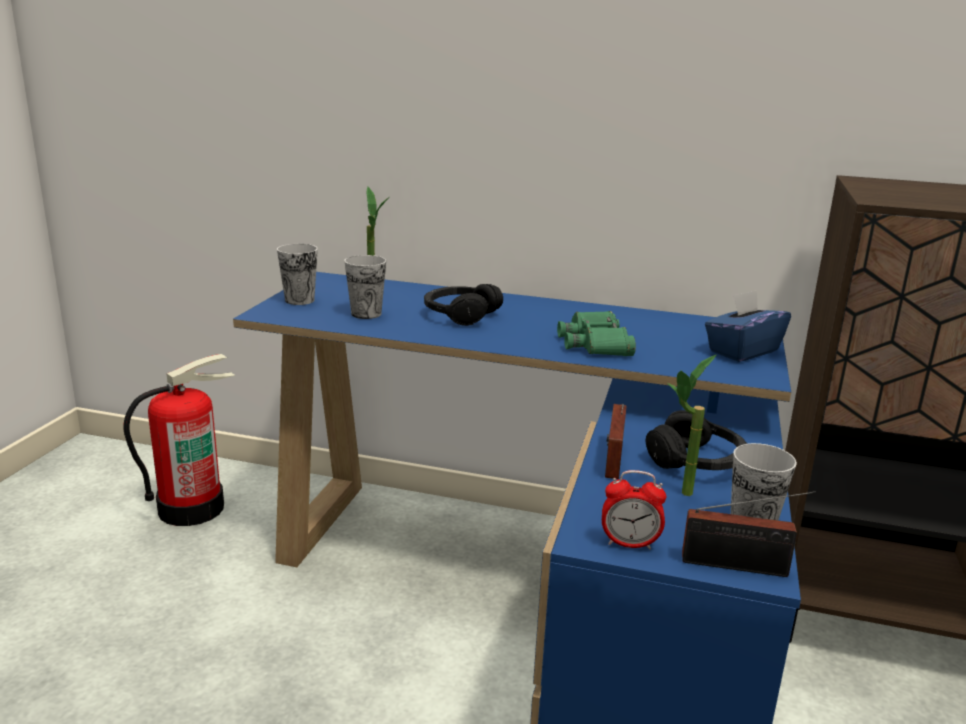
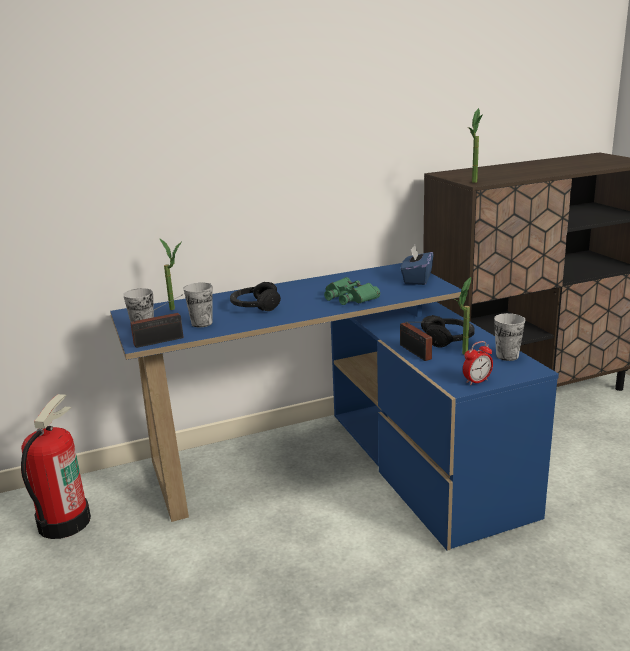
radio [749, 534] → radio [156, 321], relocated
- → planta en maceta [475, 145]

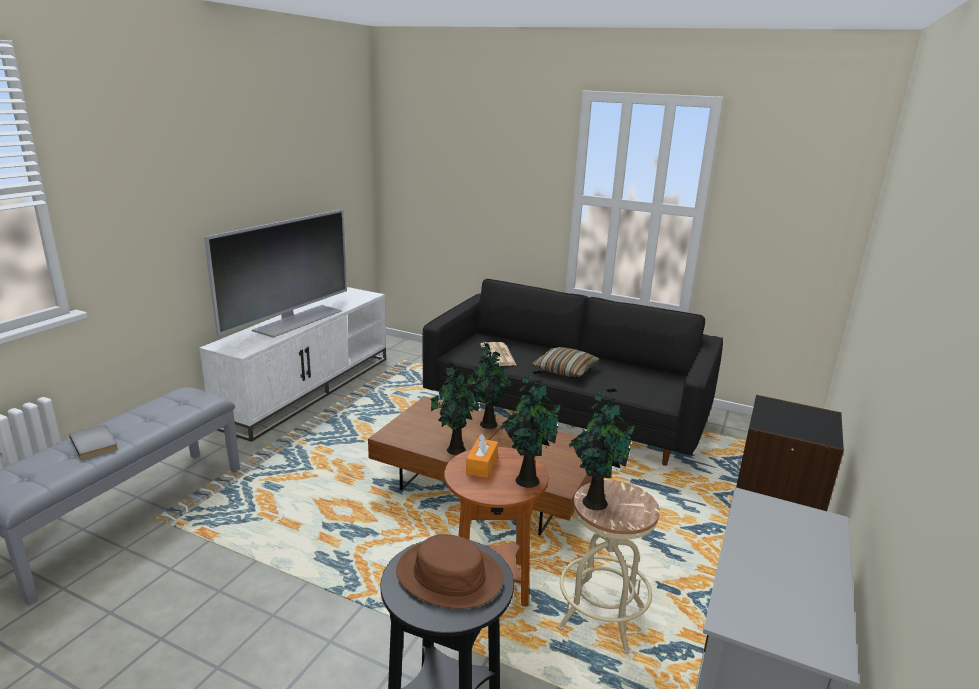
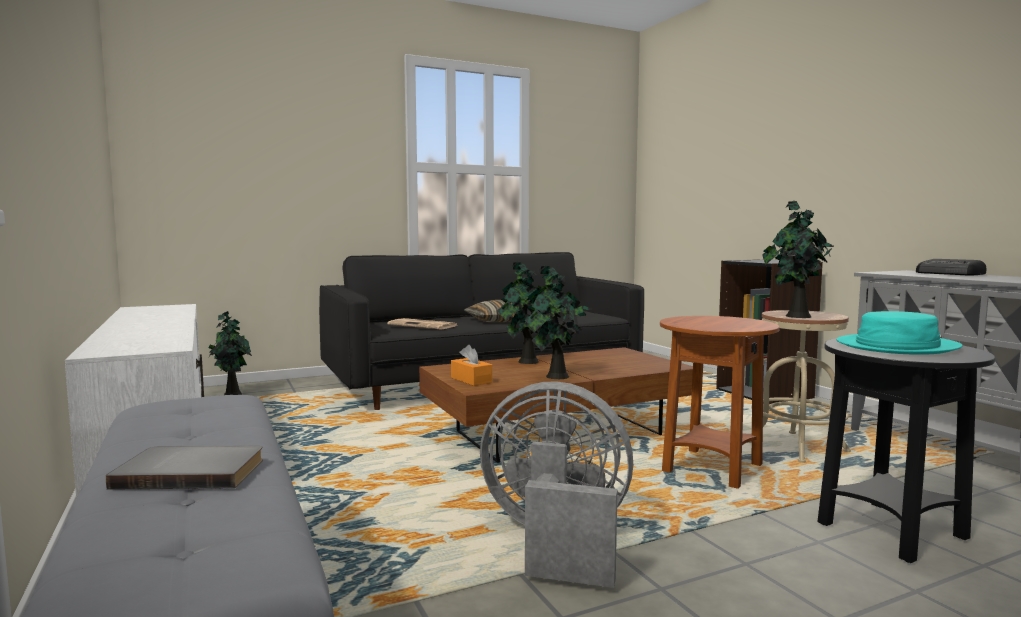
televisor [275, 273] → -
sombrero (marrón) [450, 571] → sombrero (turquesa) [900, 333]
caja de pañuelos (naranja) [482, 456] → caja de pañuelos (naranja) [471, 365], relocated
planta en maceta [530, 429] → planta en maceta [230, 353], relocated
- → ventilador (gris) [556, 484]
- → radio [951, 267]

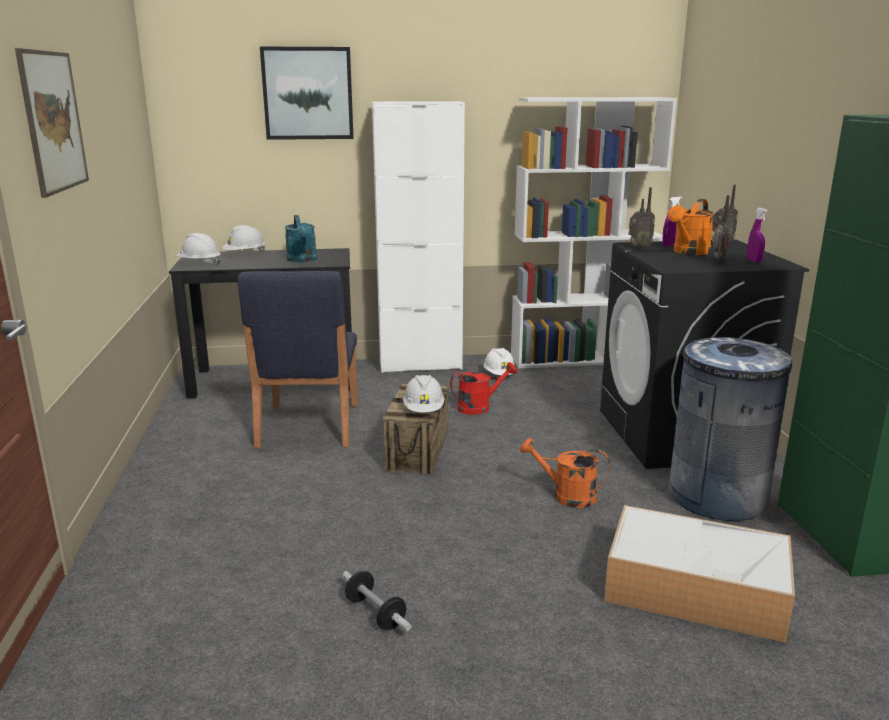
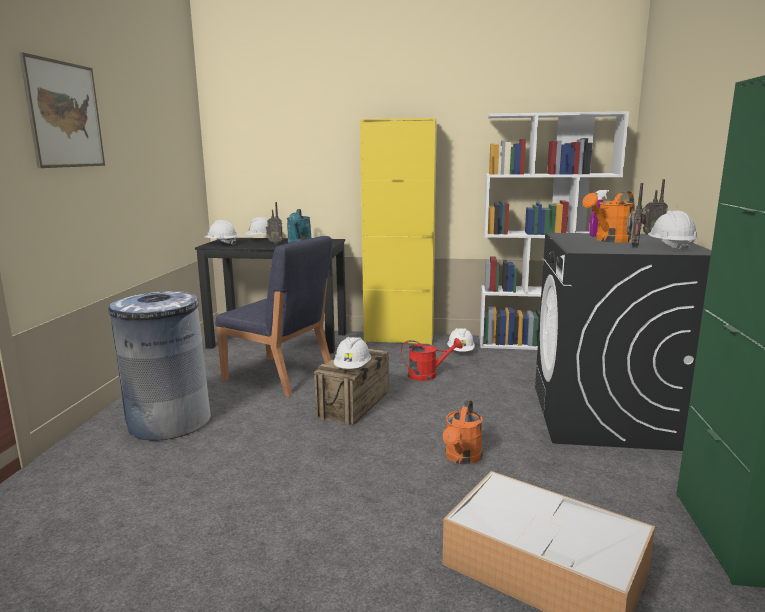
silla (azul) [297, 359] → silla (azul) [273, 316], 75 degrees counterclockwise
cuadro [307, 93] → -
mancuerna [377, 601] → -
armario (blanco) [418, 237] → armario (amarillo) [398, 231]
regadera (naranja) [565, 473] → regadera (naranja) [463, 432], 105 degrees counterclockwise
radio [641, 218] → radio [274, 222], relocated
papelera (gris) [730, 429] → papelera (gris) [159, 366], relocated
pulverizador (morado) [757, 235] → casco (blanco) [673, 231]

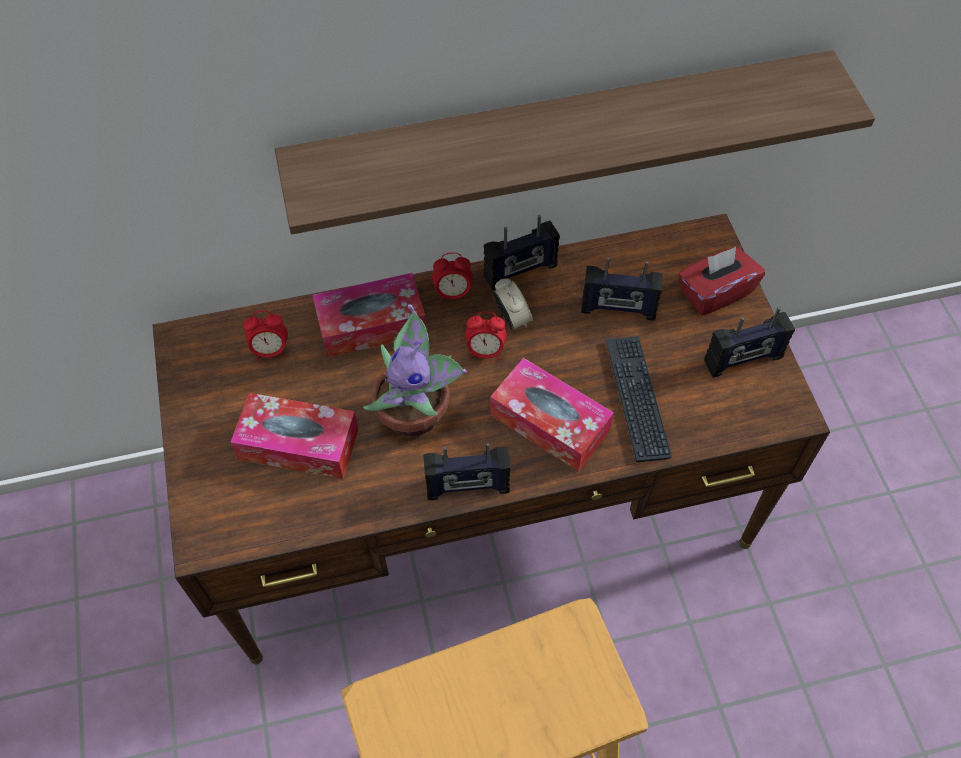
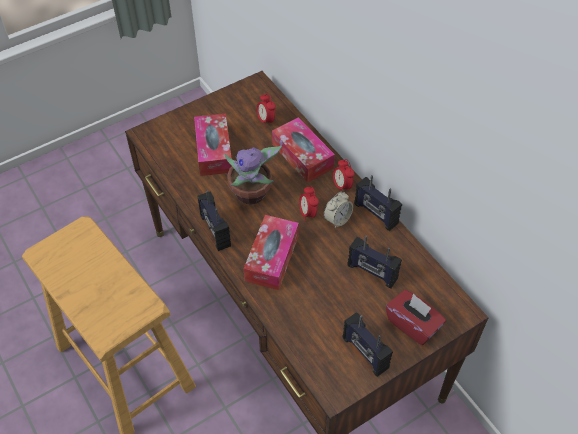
estante [575, 142] → -
radio [622, 288] → radio [374, 262], 45 degrees counterclockwise
teclado [639, 399] → -

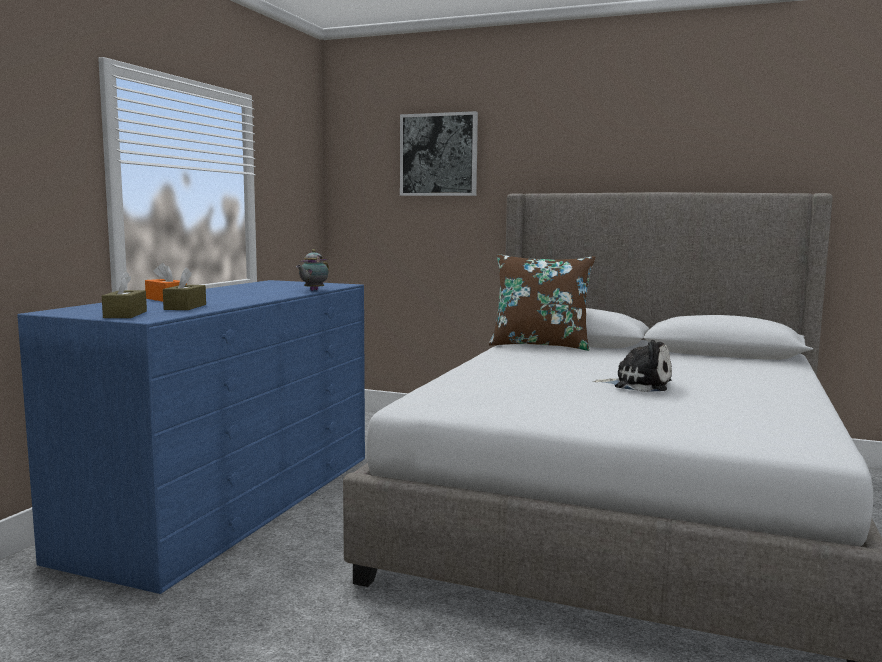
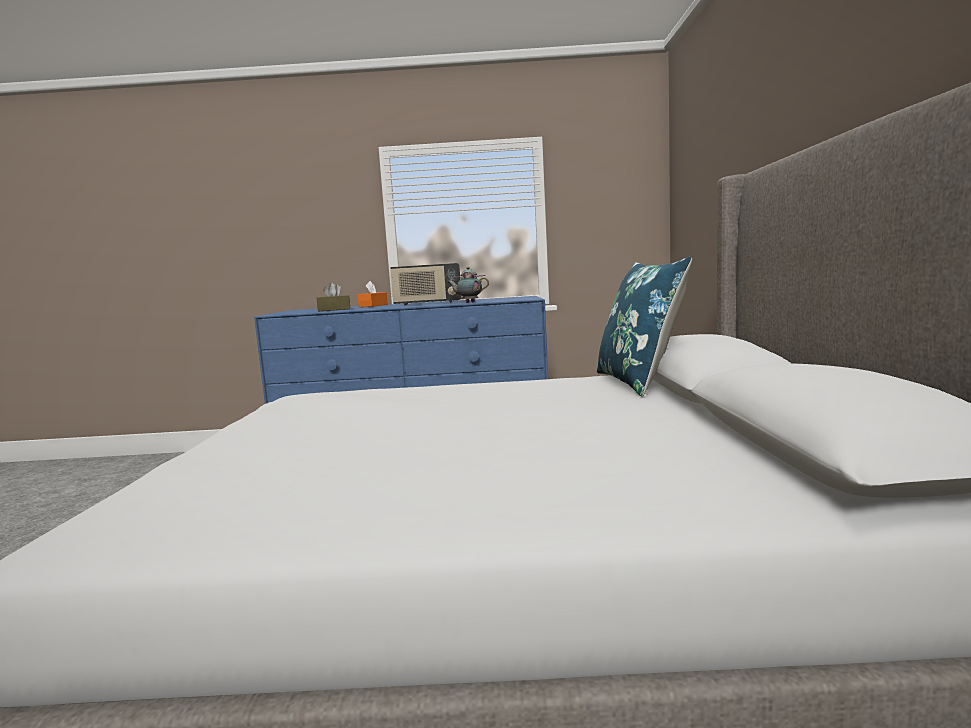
caja de pañuelos (marrón) [124, 294] → -
cuadro [439, 153] → -
cojín (marrón) [542, 302] → cojín (azul) [644, 327]
peluche [632, 366] → -
- → radio [426, 284]

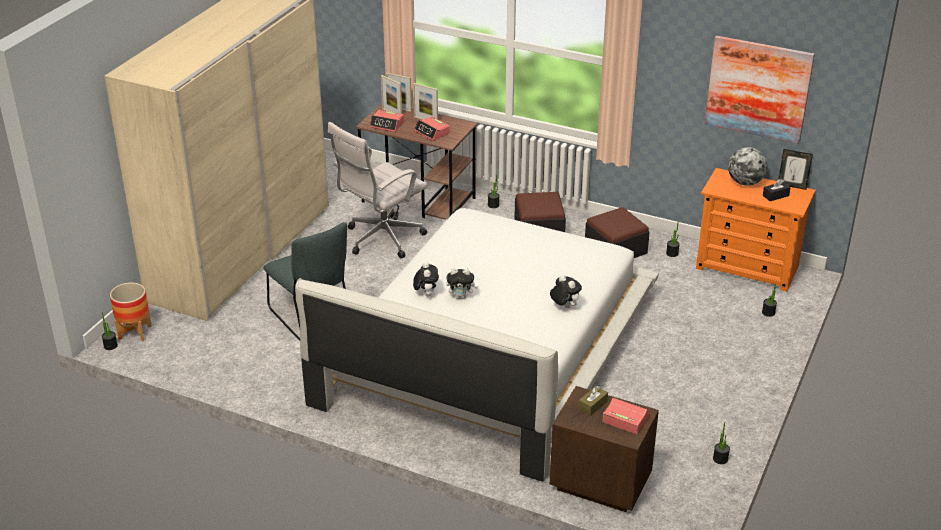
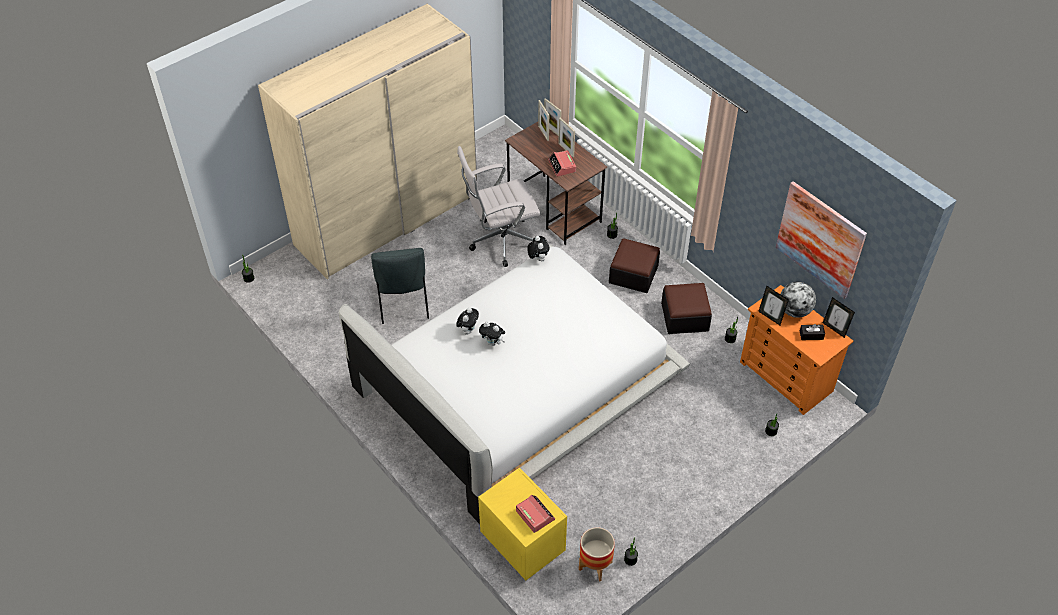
maceta [131, 312] → maceta [597, 554], relocated
despertador [386, 121] → -
peluche [566, 291] → peluche [538, 248], relocated
mesita de noche (marrón) [604, 449] → mesita de noche (amarillo) [522, 524]
caja de pañuelos (marrón) [593, 401] → -
- → portarretratos [773, 305]

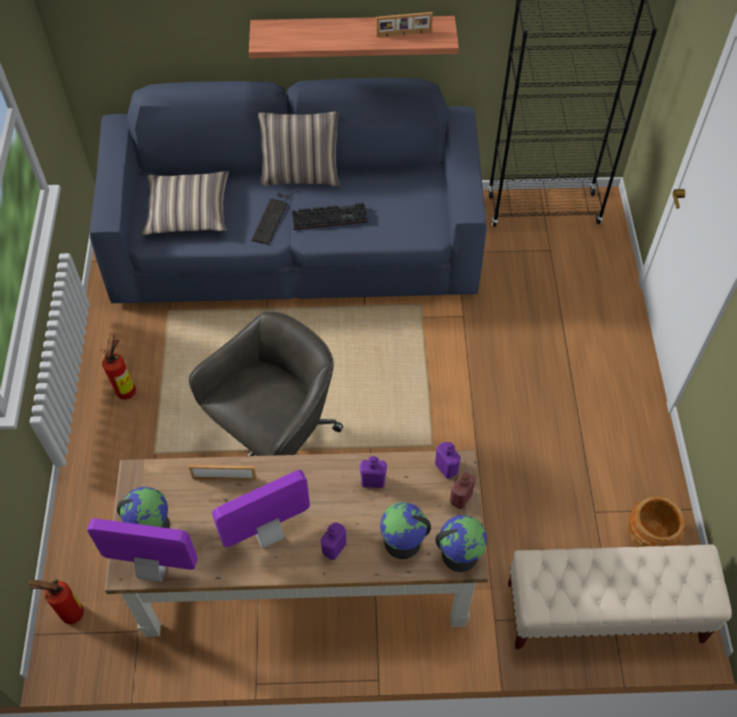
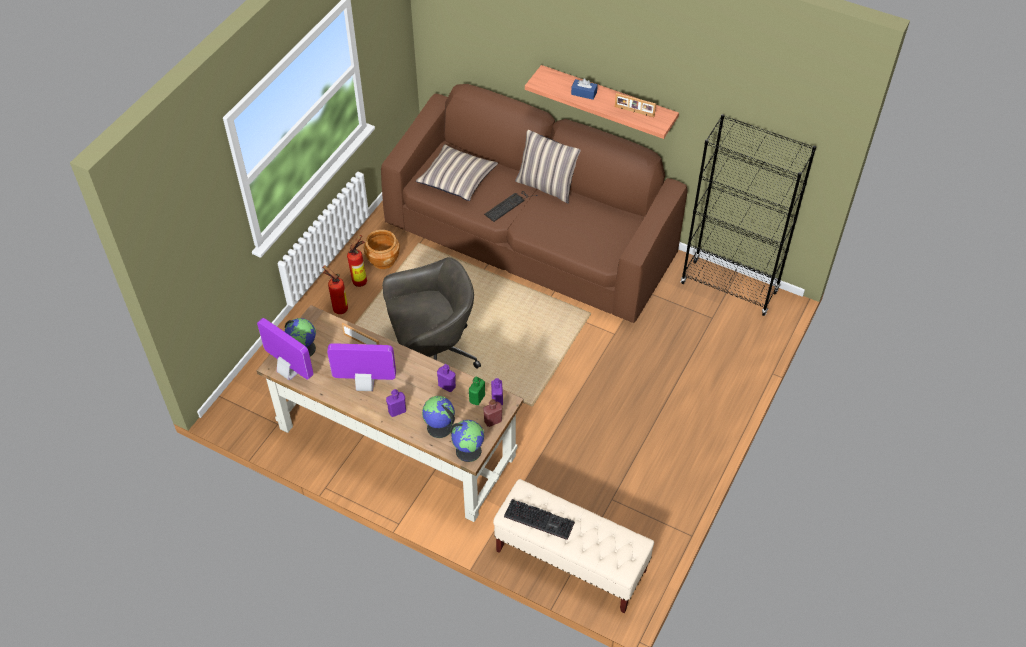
extintor [56, 601] → extintor [335, 289], relocated
sofá (azul) [288, 190] → sofá (marrón) [534, 203]
teclado [329, 216] → teclado [539, 519], relocated
maceta (marrón) [657, 521] → maceta (marrón) [381, 249], relocated
- → botella (verde) [477, 390]
- → caja de pañuelos (azul) [584, 89]

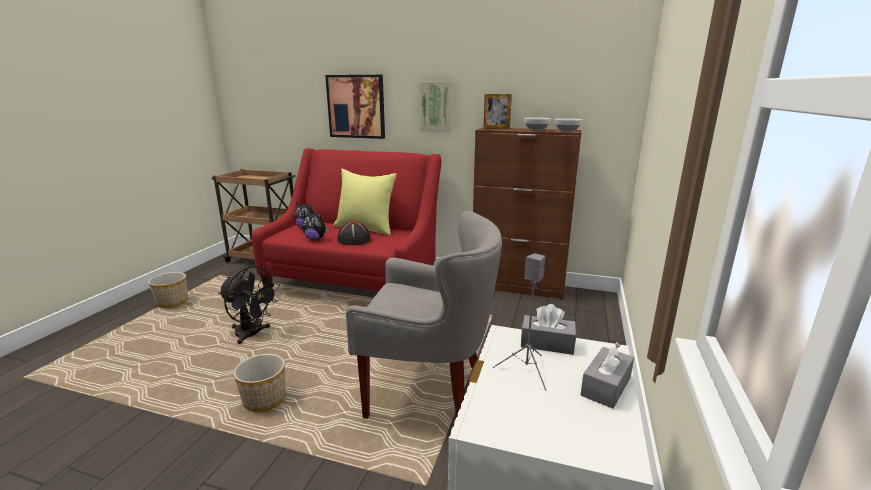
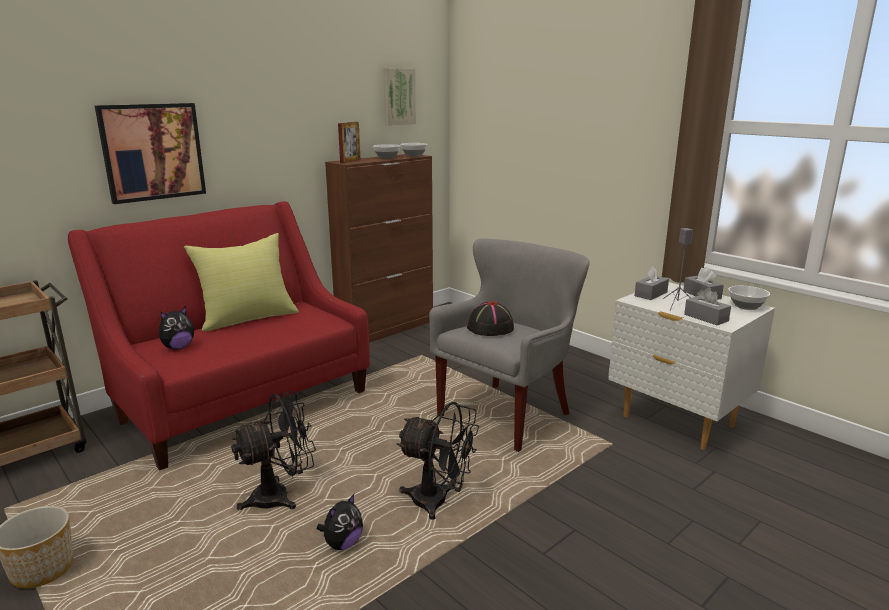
maceta [260, 383] → ventilador (negro) [438, 461]
peluche [315, 226] → peluche [340, 522], relocated
sombrero (negro) [354, 233] → sombrero (negro) [490, 318], relocated
cuadro [436, 107] → cuadro [399, 97], relocated
- → caja de pañuelos (gris) [707, 306]
- → cuenco [749, 298]

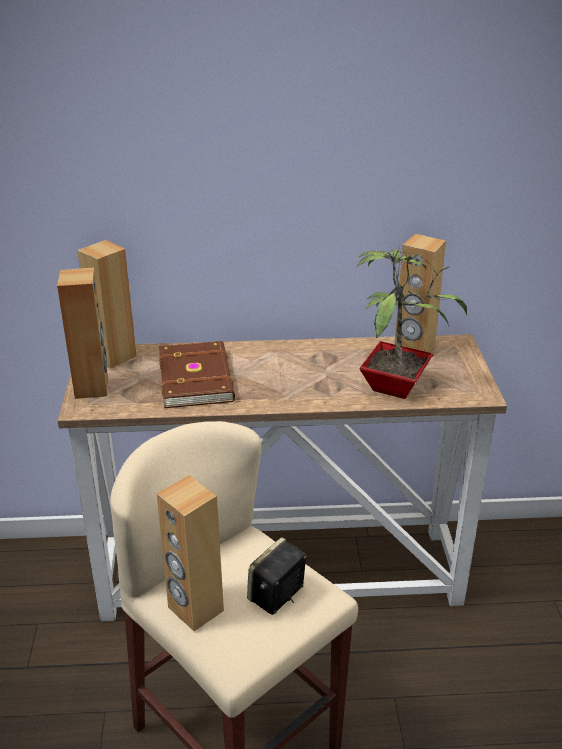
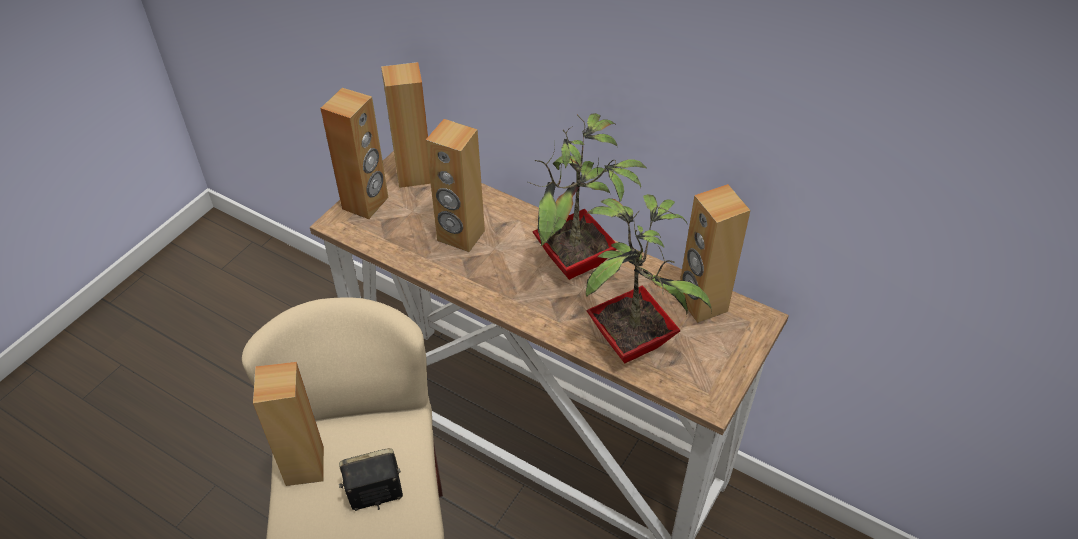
libro (marrón) [197, 374] → altavoz (marrón) [455, 185]
- → planta en maceta [587, 196]

